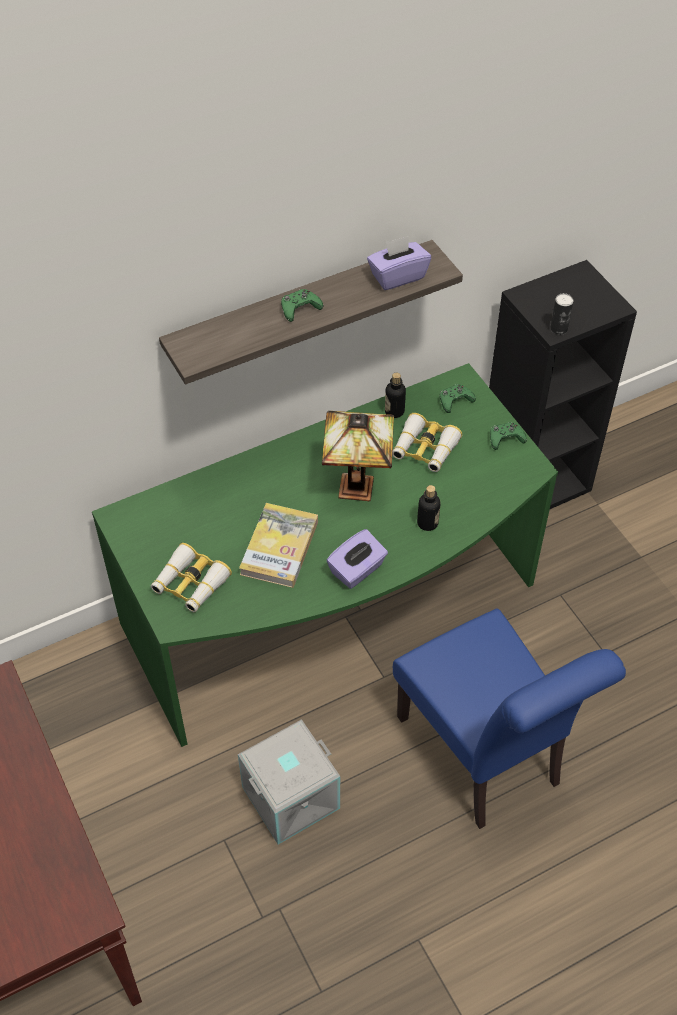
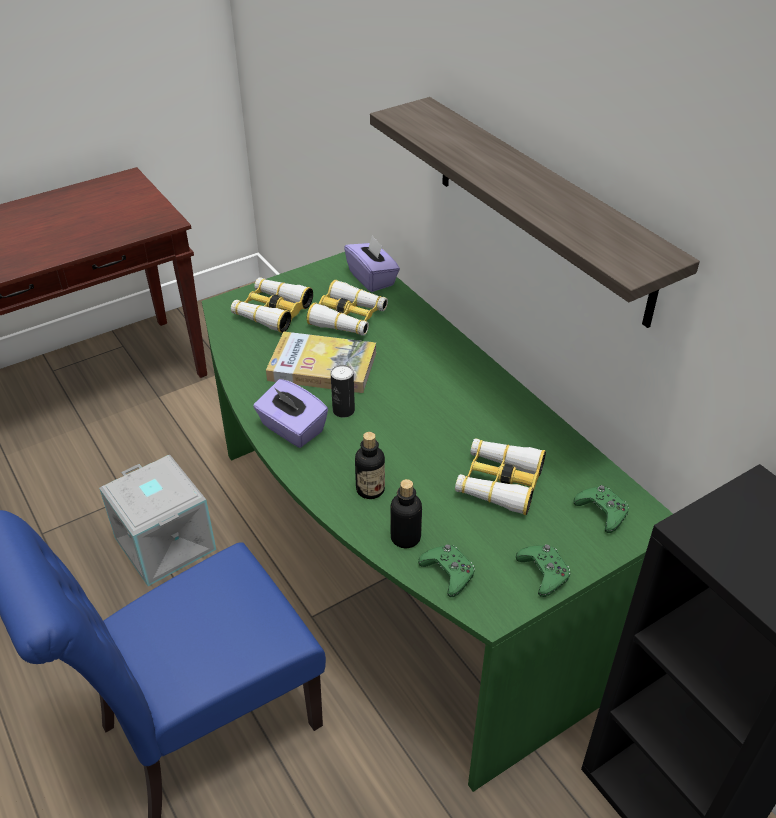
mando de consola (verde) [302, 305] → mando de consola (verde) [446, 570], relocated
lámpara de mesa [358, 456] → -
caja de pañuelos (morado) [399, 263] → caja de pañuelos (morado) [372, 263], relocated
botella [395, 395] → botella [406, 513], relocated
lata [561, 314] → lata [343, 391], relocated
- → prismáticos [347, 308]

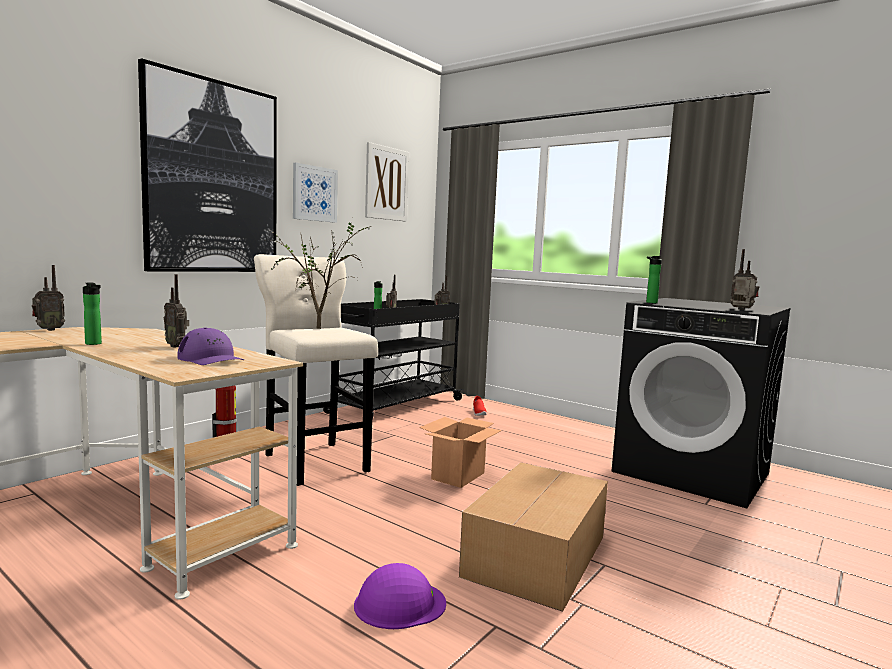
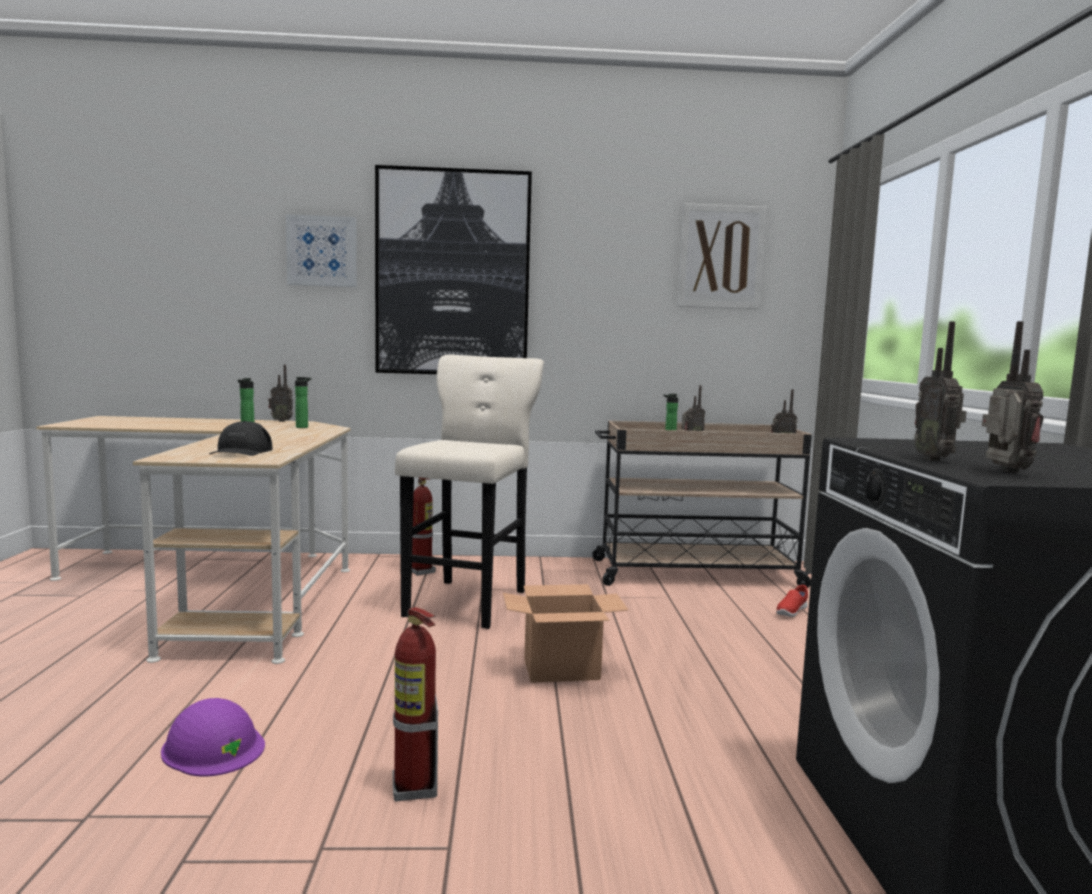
radio [176, 311] → radio [940, 391], relocated
gorra (morado) [211, 346] → gorra (negro) [240, 438]
planta en maceta [321, 276] → -
cuadro [315, 193] → cuadro [321, 250], relocated
carrito (negro) [393, 359] → carrito (beis) [702, 504]
caja de cartón [533, 537] → extintor [415, 704]
botella [654, 279] → botella [303, 402], relocated

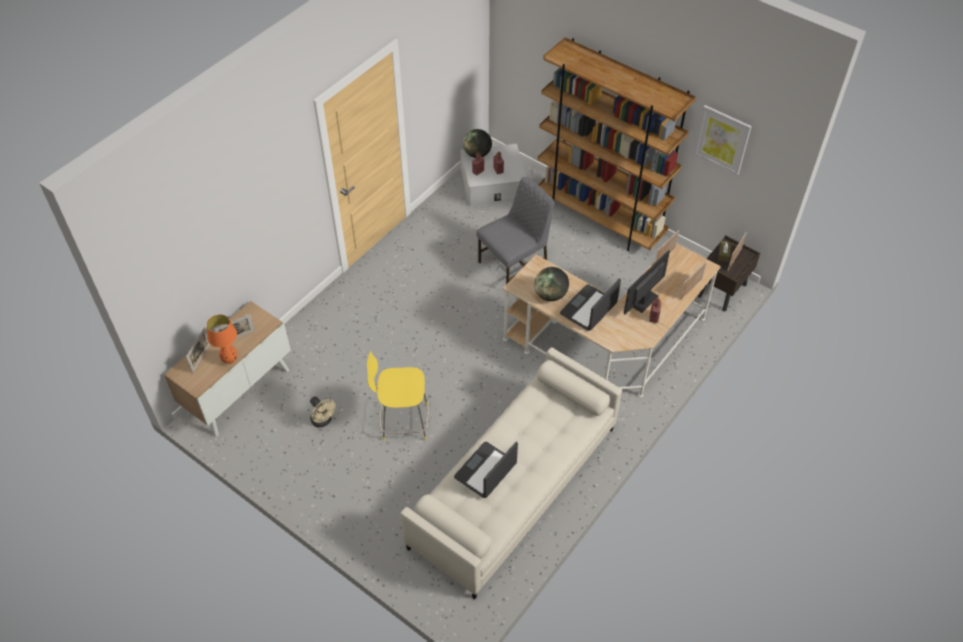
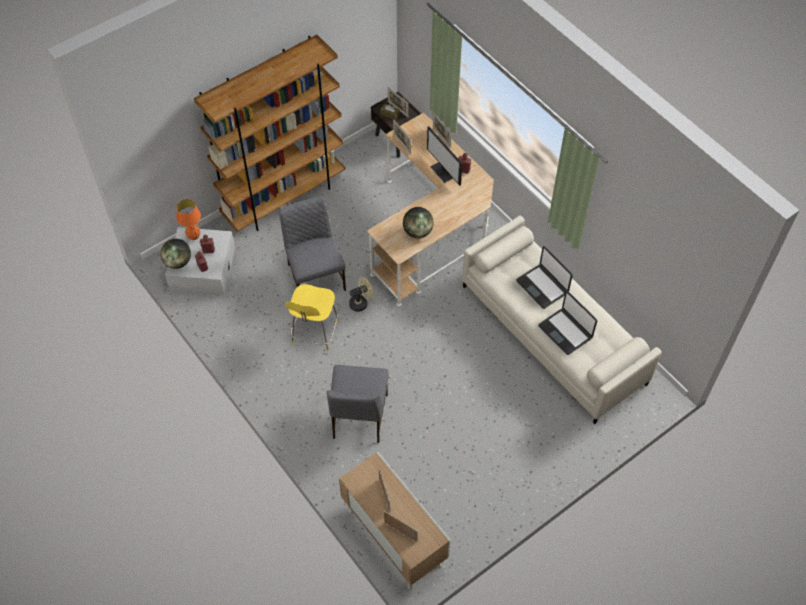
lámpara de mesa (naranja) [222, 339] → lámpara de mesa (naranja) [188, 219], relocated
ventilador (beis) [323, 412] → ventilador (beis) [361, 294], relocated
silla (amarillo) [398, 396] → silla (amarillo) [312, 318], relocated
portátil [590, 304] → portátil [544, 277], relocated
cuadro [722, 140] → -
- → silla (gris) [358, 404]

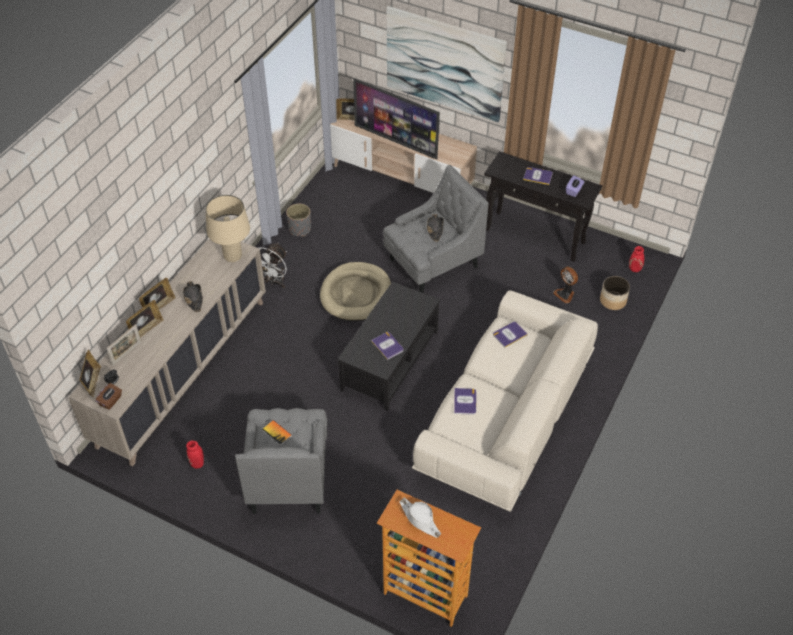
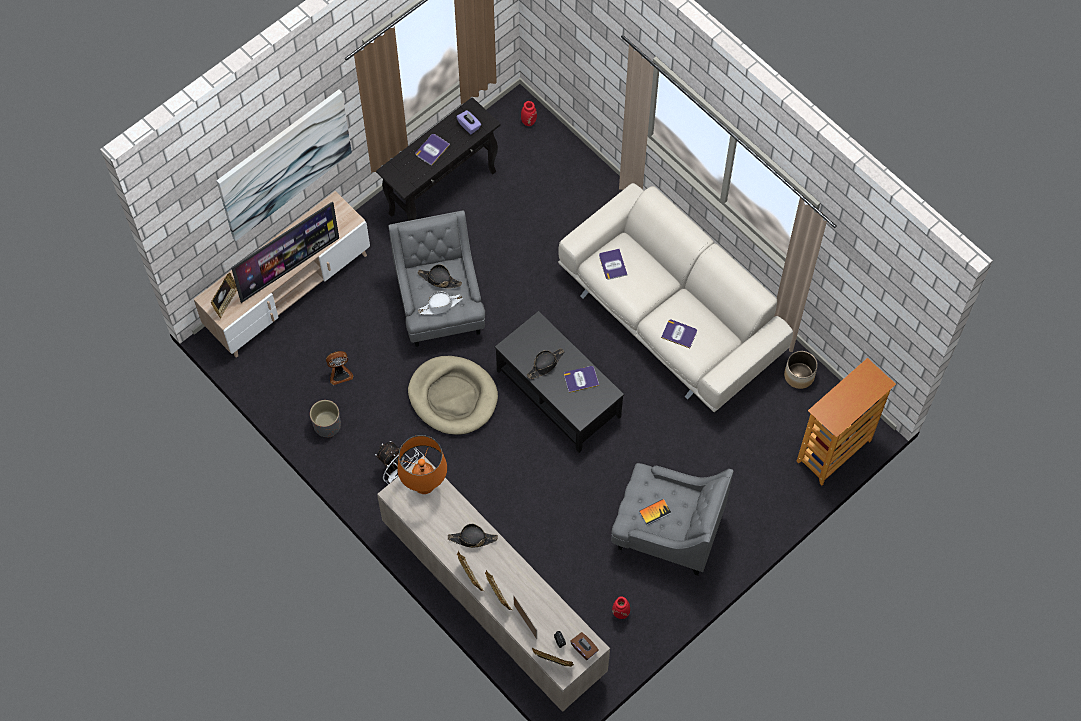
lámpara de mesa (beis) [228, 228] → lámpara de mesa (naranja) [422, 464]
sombrero (blanco) [420, 517] → sombrero (blanco) [440, 303], relocated
ventilador [565, 284] → ventilador [339, 368], relocated
maceta [615, 293] → maceta [801, 370], relocated
- → sombrero (negro) [546, 363]

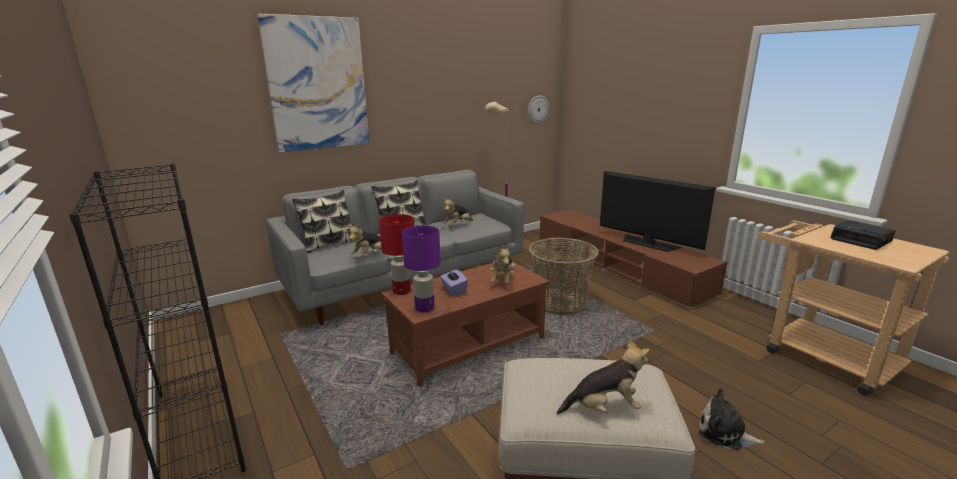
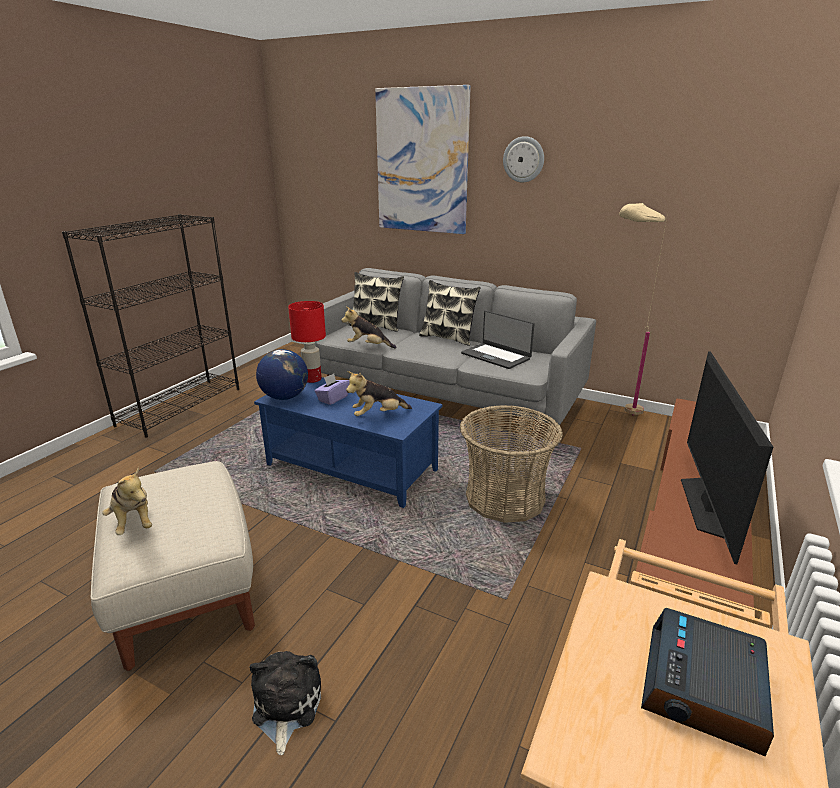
mesa de centro (marrón) [466, 324] → mesa de centro (azul) [348, 442]
lámpara de mesa (morado) [421, 269] → globo terráqueo [282, 374]
peluche [457, 212] → portátil [498, 339]
reloj de pared [538, 109] → reloj de pared [523, 159], relocated

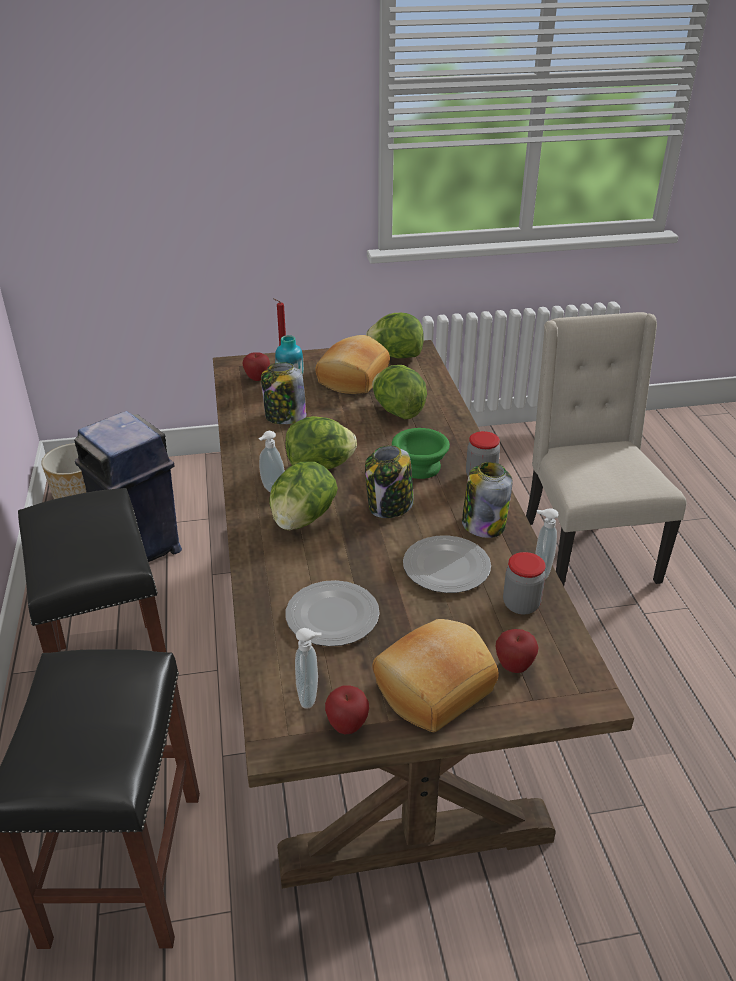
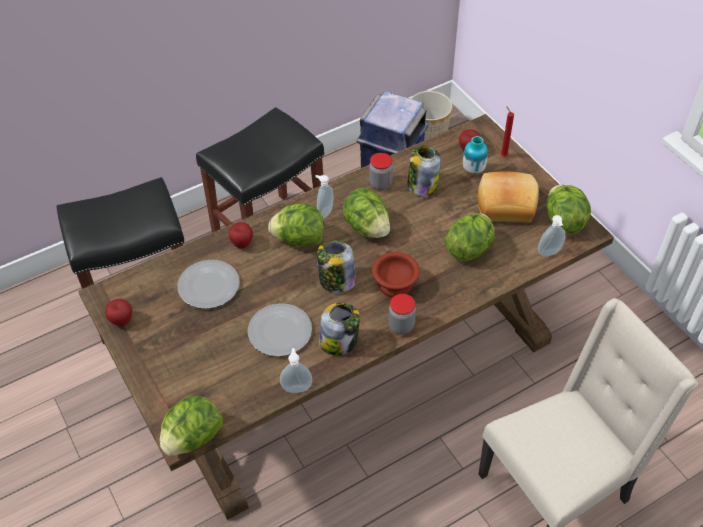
dispensador de jabón [308, 668] → dispensador de jabón [551, 236], relocated
pan [435, 675] → -
cuenco (verde) [421, 453] → cuenco (marrón) [396, 275]
manzana [517, 651] → manzana [240, 235], relocated
tarro [524, 583] → tarro [381, 171], relocated
- → lechuga [191, 426]

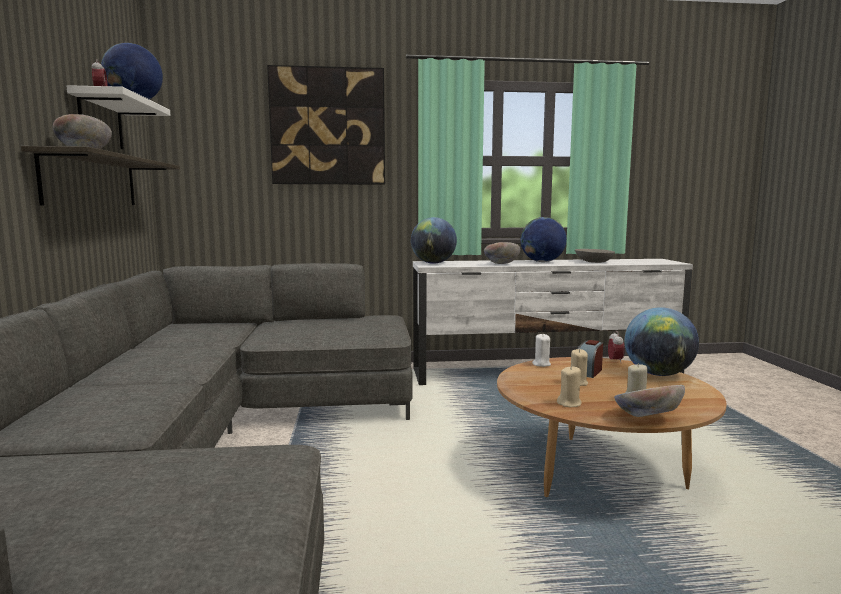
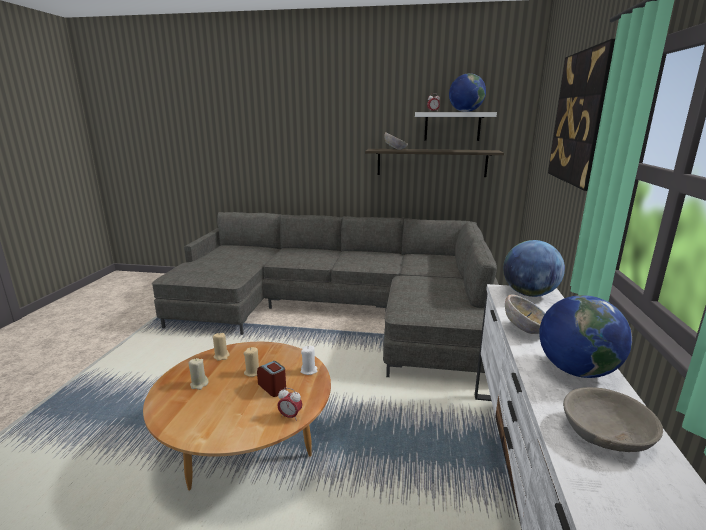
cuenco [649, 401] → -
globo terráqueo [662, 341] → -

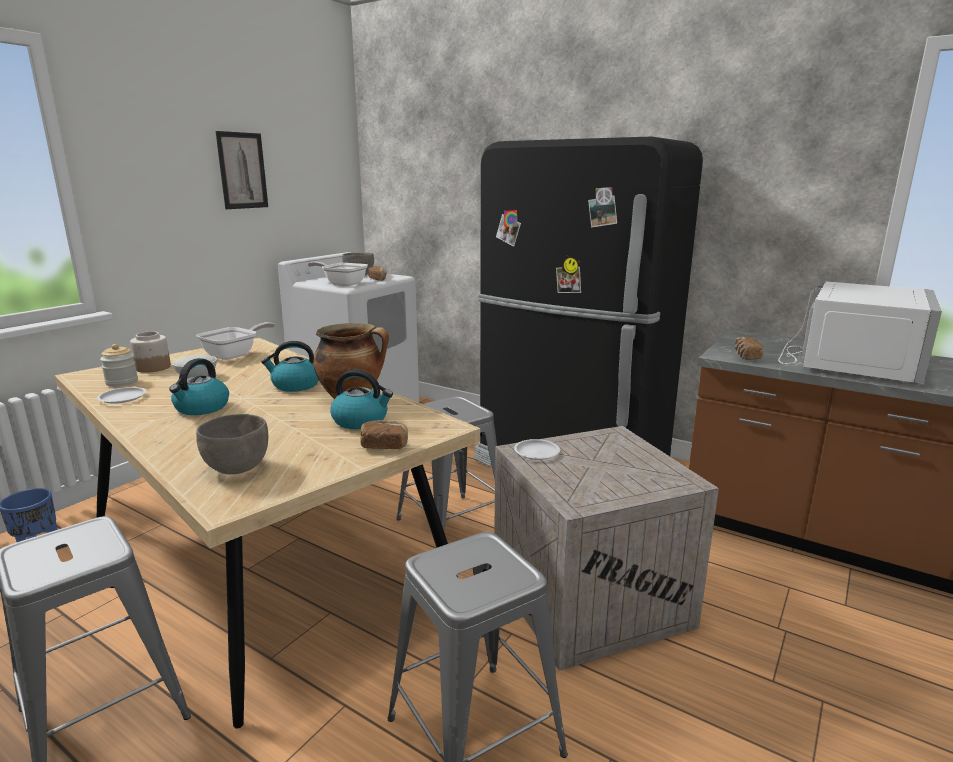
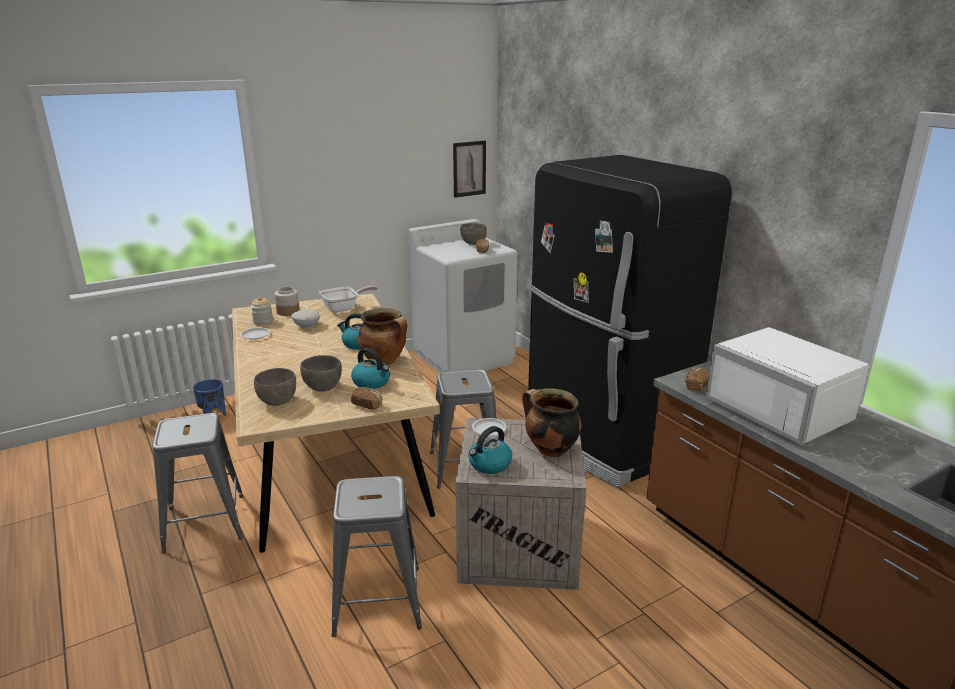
hervidor [199, 386] → hervidor [490, 450], relocated
cuadro [242, 170] → cuadro [469, 169], relocated
sartén [338, 274] → -
microondas (blanco) [860, 332] → microondas (blanco) [787, 386], 90 degrees clockwise
- → cuenco (gris) [321, 373]
- → olla [552, 422]

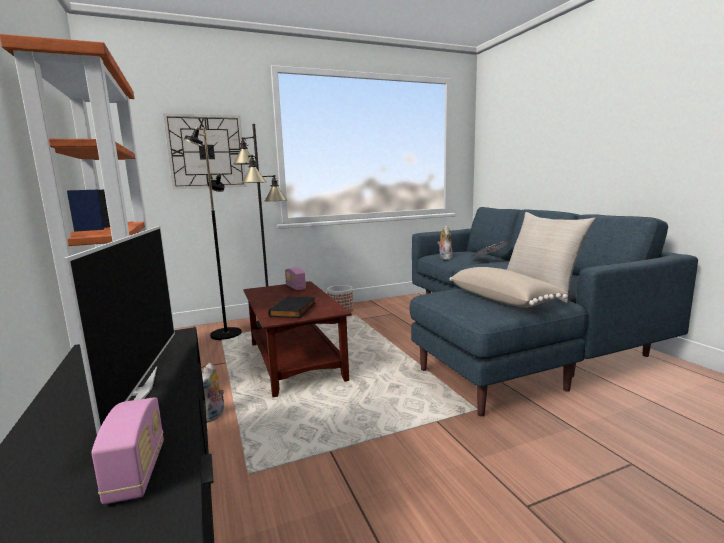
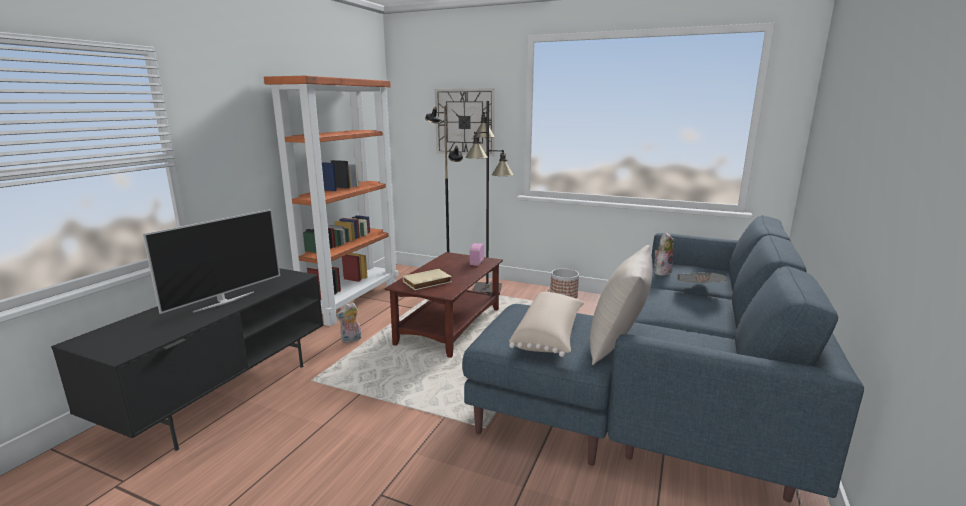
radio [127, 450] → -
libro (negro) [292, 307] → libro (beis) [427, 279]

